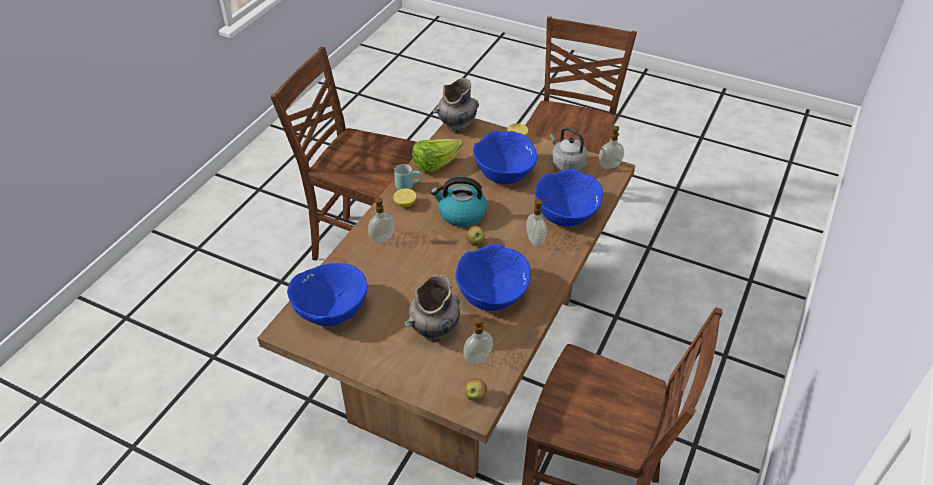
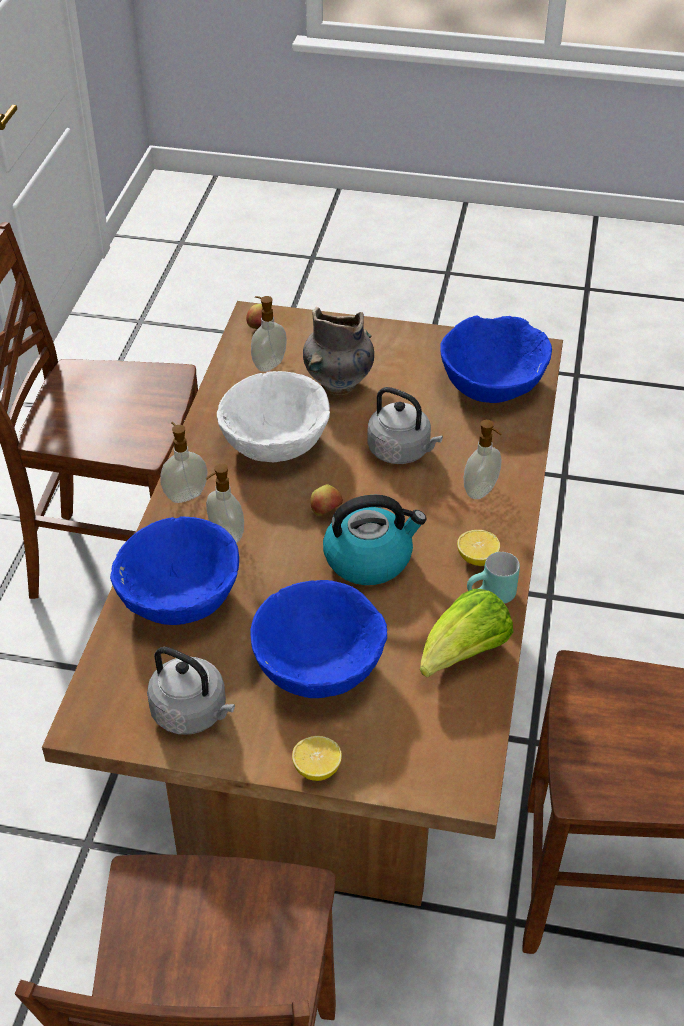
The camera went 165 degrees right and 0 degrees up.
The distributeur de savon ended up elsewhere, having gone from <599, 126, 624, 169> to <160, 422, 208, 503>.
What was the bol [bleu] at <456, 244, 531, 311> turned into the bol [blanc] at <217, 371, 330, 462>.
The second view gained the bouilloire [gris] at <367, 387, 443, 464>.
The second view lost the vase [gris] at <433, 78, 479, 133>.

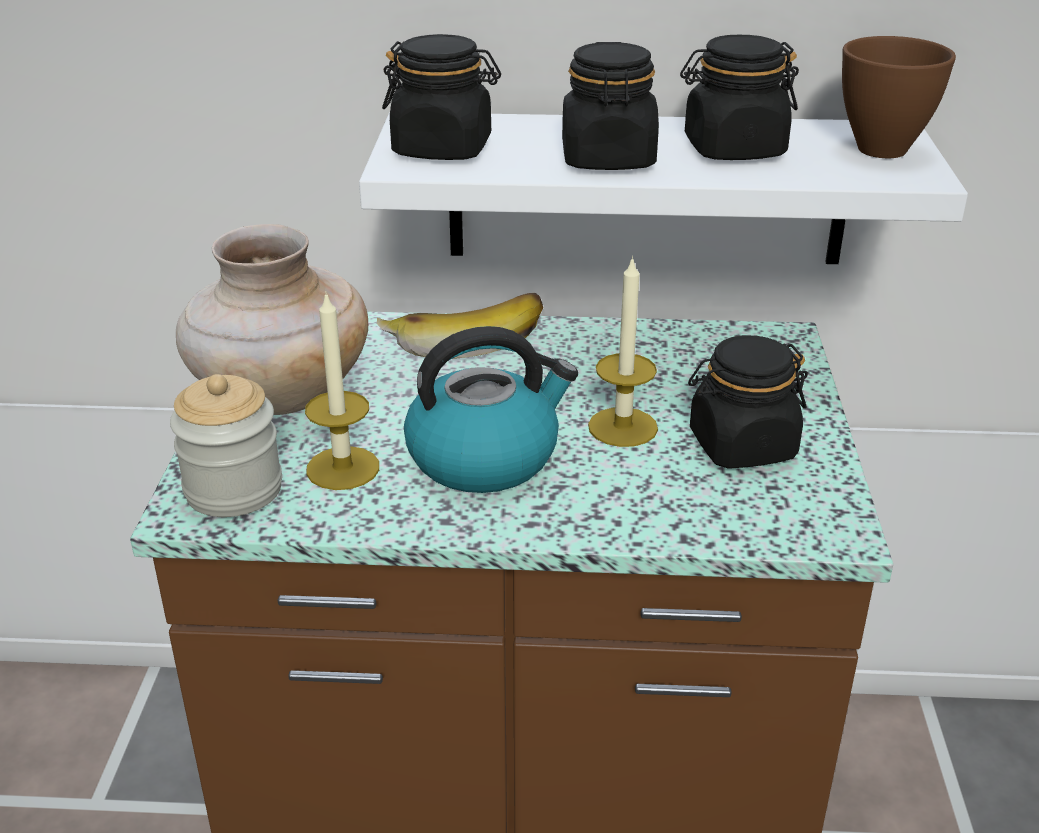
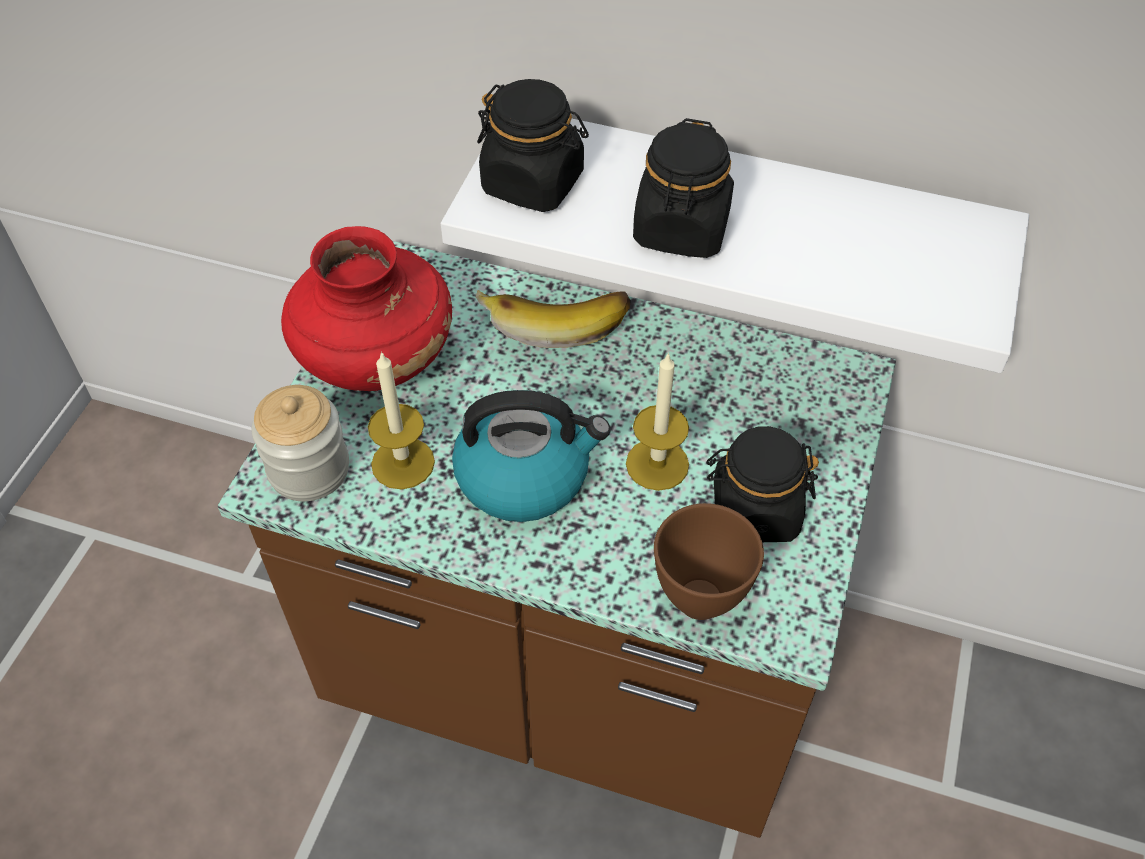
The camera went 15 degrees right and 20 degrees up.
What was the vase [beige] at <176, 224, 368, 415> turned into the vase [rouge] at <281, 226, 452, 391>.
The bol [marron] ended up elsewhere, having gone from <842, 36, 956, 158> to <654, 503, 764, 620>.
The second view lost the bocal [noir] at <680, 35, 799, 160>.

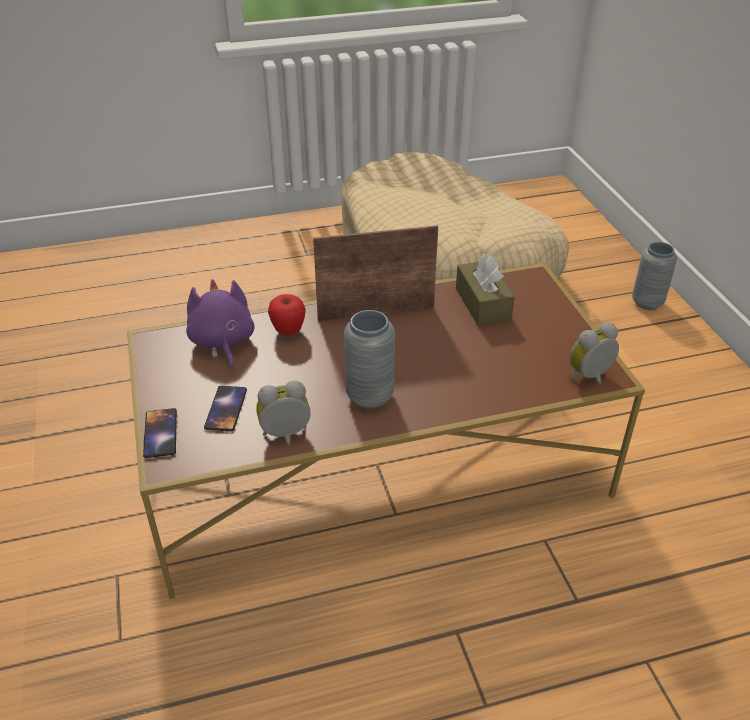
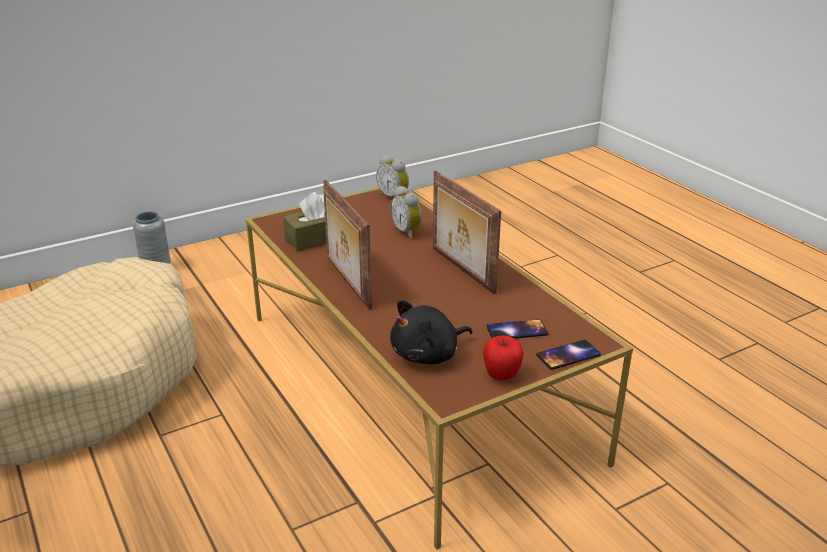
The camera went 105 degrees left and 10 degrees down.
What was the peluche [violet] at <186, 279, 255, 370> turned into the peluche [noir] at <390, 300, 473, 364>.
The réveil ended up elsewhere, having gone from <256, 381, 311, 446> to <391, 186, 422, 240>.
Where the vase [gris] stood at <344, 310, 395, 409>, the cadre photo came to stand at <433, 171, 501, 294>.
The pomme ended up elsewhere, having gone from <268, 294, 306, 335> to <483, 335, 524, 381>.

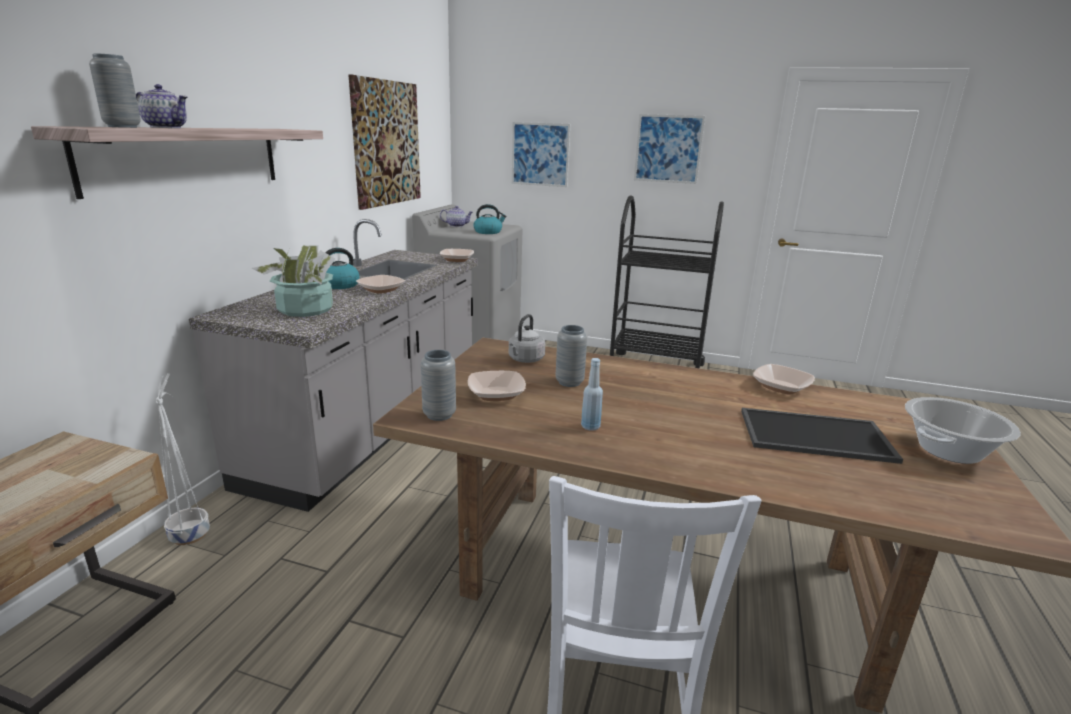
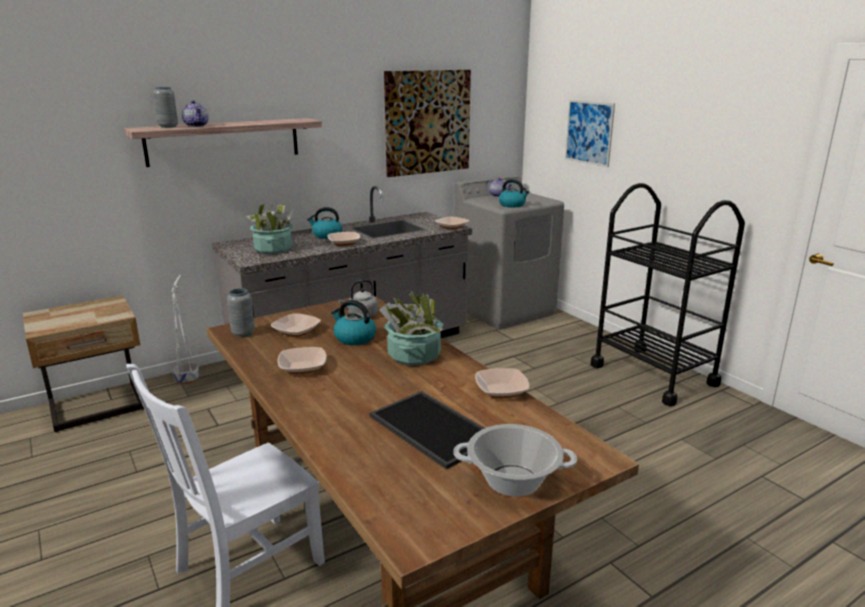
The camera went 40 degrees right and 0 degrees up.
Where the bouteille [bleu] stood at <581, 358, 603, 431>, the bol came to stand at <277, 347, 327, 374>.
Where the vase [gris] stood at <555, 325, 587, 387>, the bouilloire came to stand at <331, 300, 376, 345>.
The second view gained the plante en pot at <379, 292, 445, 366>.
The second view lost the tableau at <634, 114, 705, 184>.

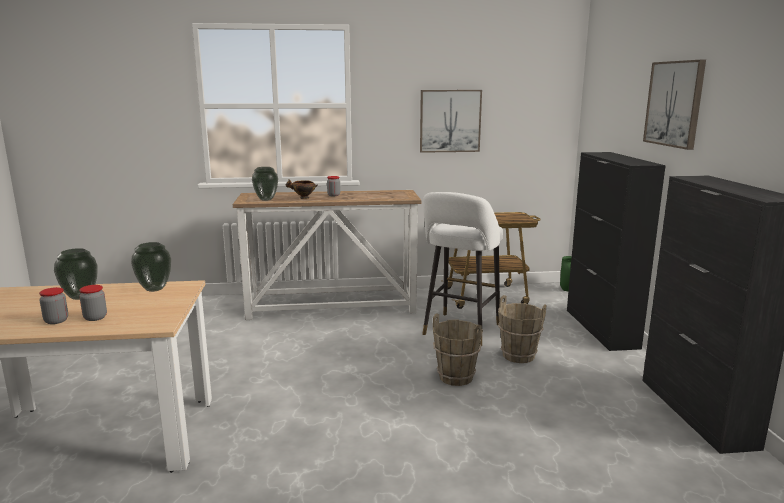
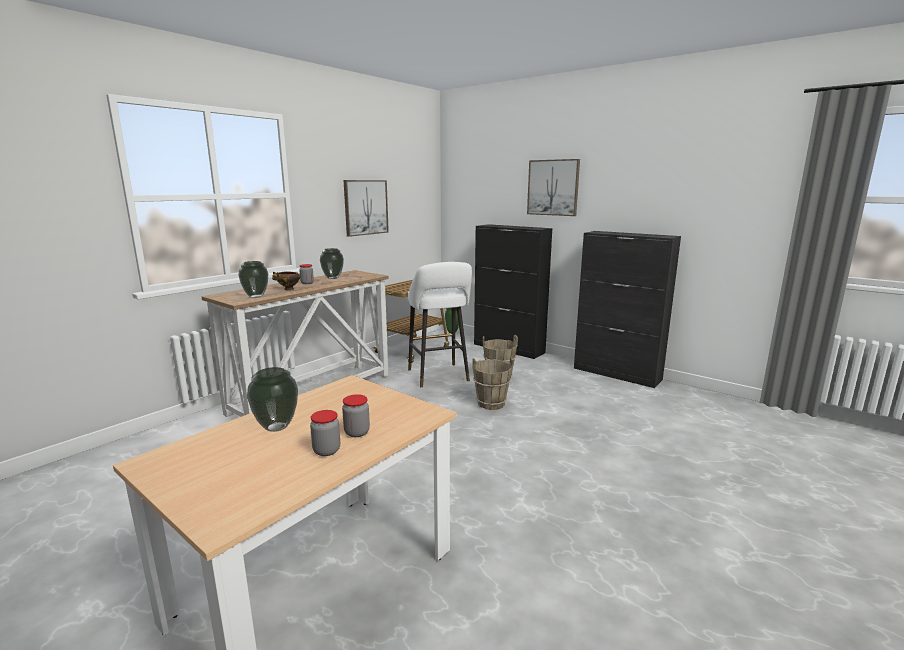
The camera went 45 degrees left and 0 degrees up.
The vase ended up elsewhere, having gone from <131, 242, 171, 292> to <320, 248, 344, 279>.

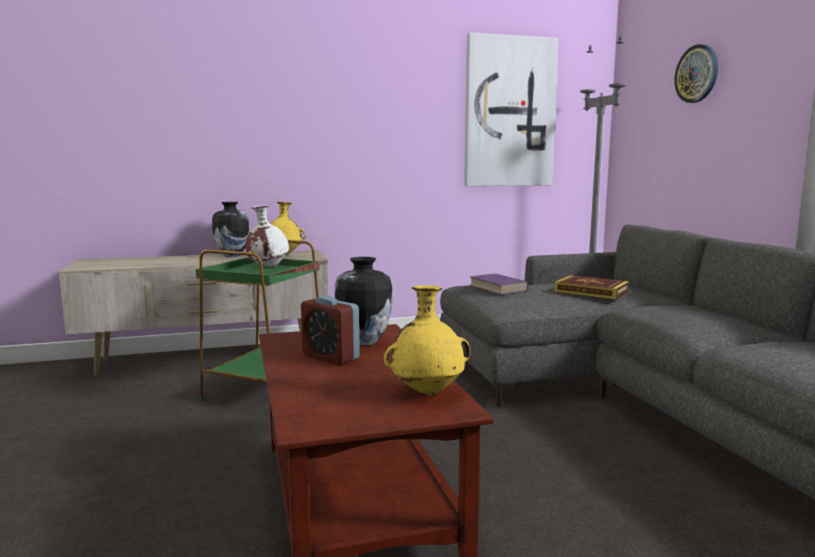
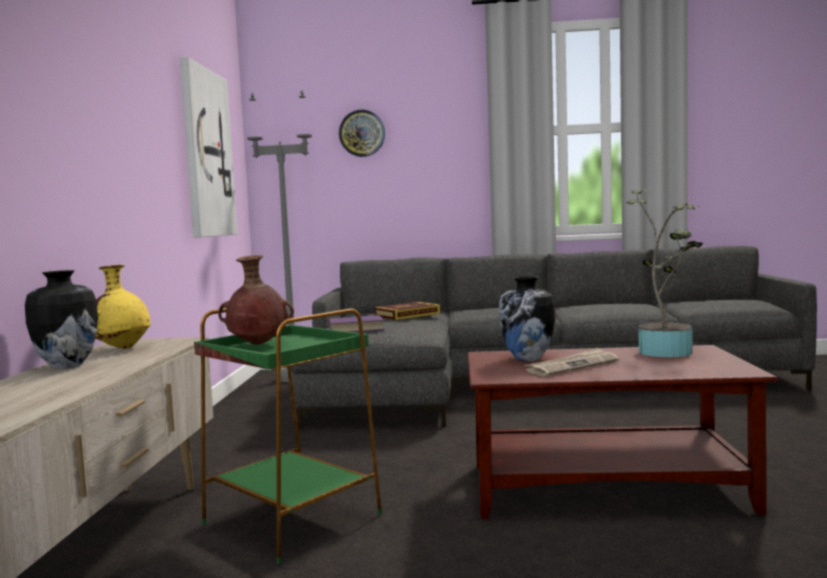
The camera went 70 degrees left and 5 degrees down.
What was the vase [blanc] at <246, 205, 289, 267> turned into the vase [marron] at <218, 255, 294, 344>.
Where the réveil stood at <301, 296, 360, 365>, the journal came to stand at <524, 348, 619, 377>.
Where the vase [jaune] stood at <384, 285, 471, 395>, the plante en pot came to stand at <626, 189, 703, 357>.

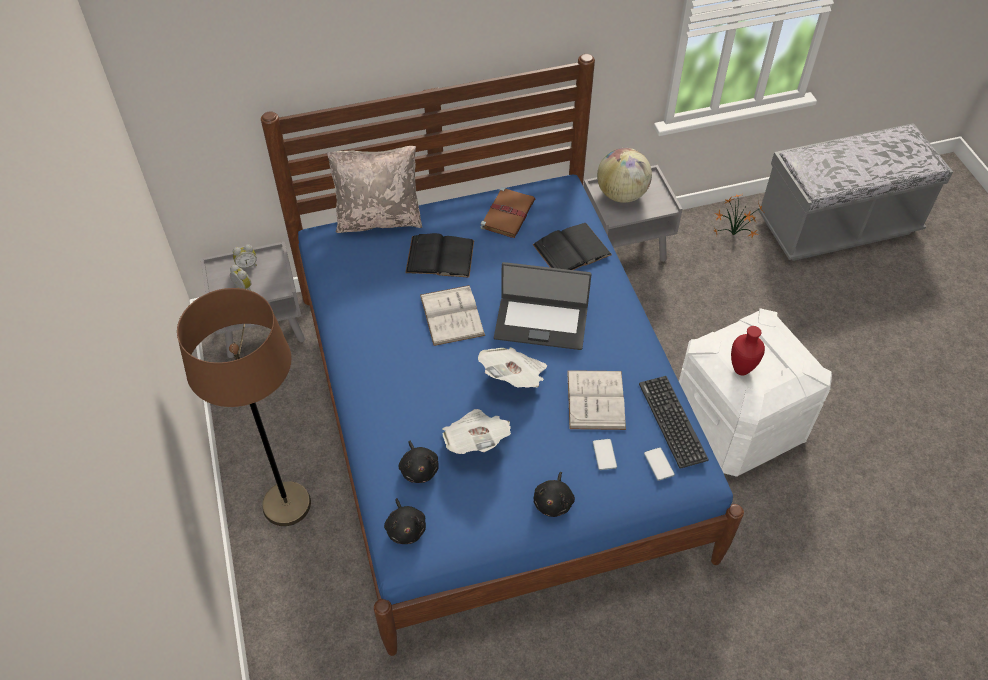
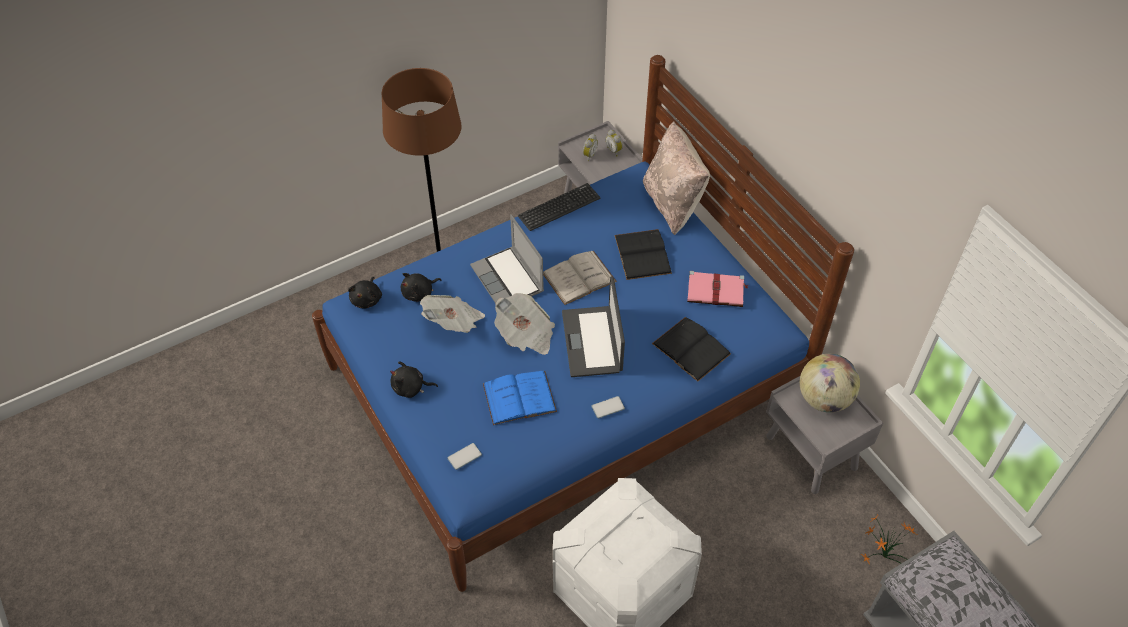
The camera went 75 degrees right and 0 degrees up.
The peluche [noir] at <384, 498, 426, 544> ended up facing another way, 45 degrees counterclockwise from before.
The second view gained the ordinateur portable at <470, 214, 544, 304>.
What was the livre [blanc] at <567, 370, 626, 430> turned into the livre [bleu] at <483, 371, 557, 425>.
The clavier ended up elsewhere, having gone from <639, 376, 708, 469> to <518, 183, 600, 231>.
The téléphone ended up elsewhere, having gone from <593, 439, 617, 470> to <591, 396, 625, 418>.
What was the livre [marron] at <480, 187, 535, 238> turned into the livre [rose] at <687, 271, 749, 307>.
The second view lost the vase [rouge] at <731, 326, 765, 376>.

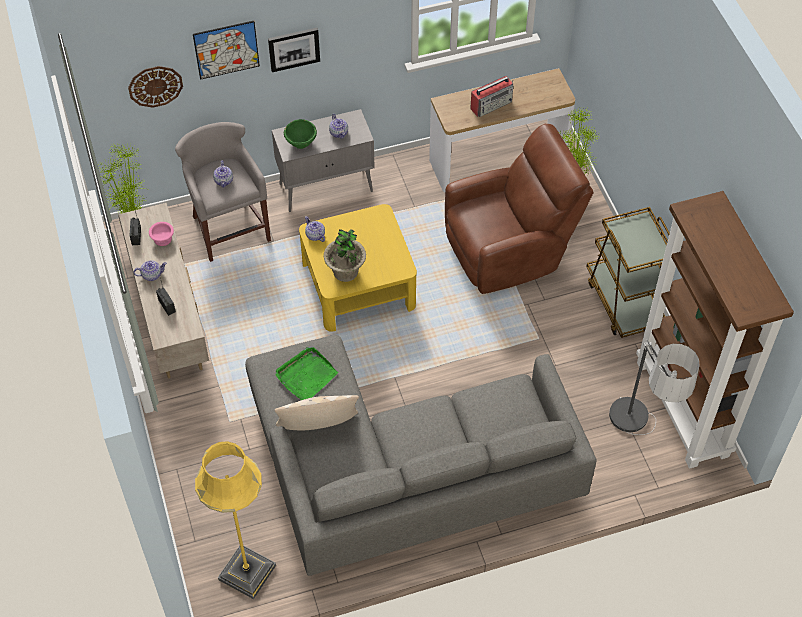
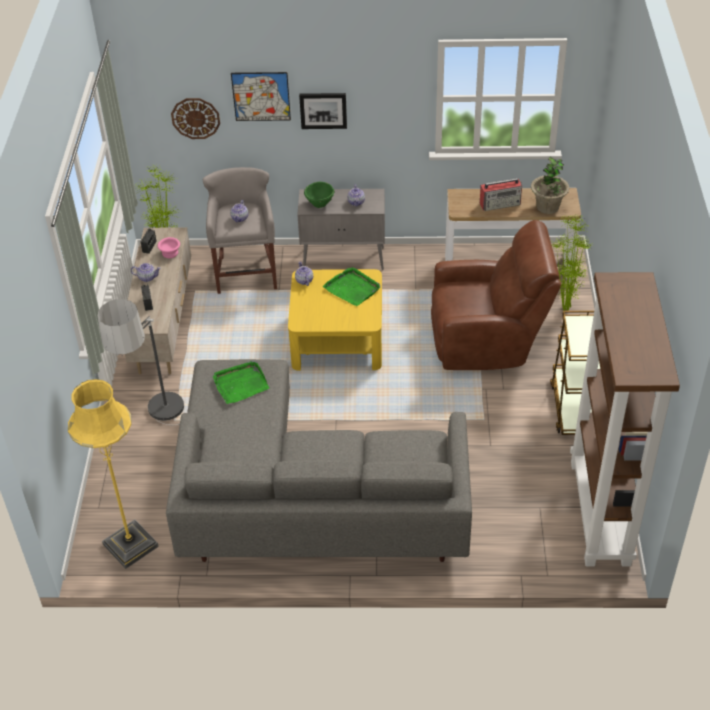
The camera went 20 degrees right and 10 degrees down.
The lampadaire ended up elsewhere, having gone from <609, 339, 700, 435> to <98, 299, 184, 425>.
The second view gained the plateau [vert] at <323, 267, 380, 306>.
The plante en pot ended up elsewhere, having gone from <323, 229, 366, 282> to <531, 156, 570, 214>.
The second view lost the coussin [beige] at <274, 395, 359, 430>.

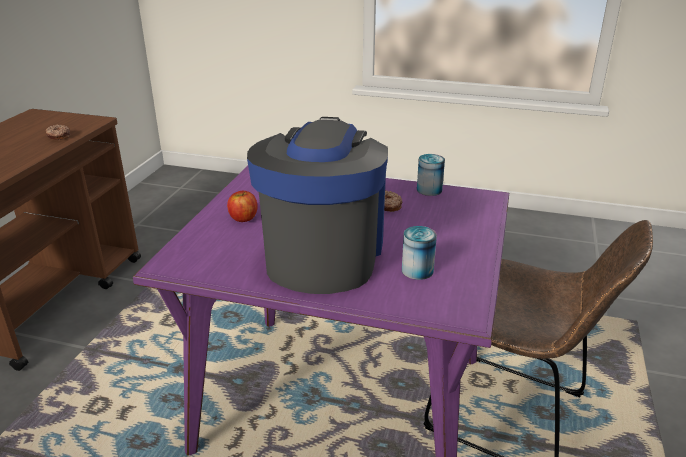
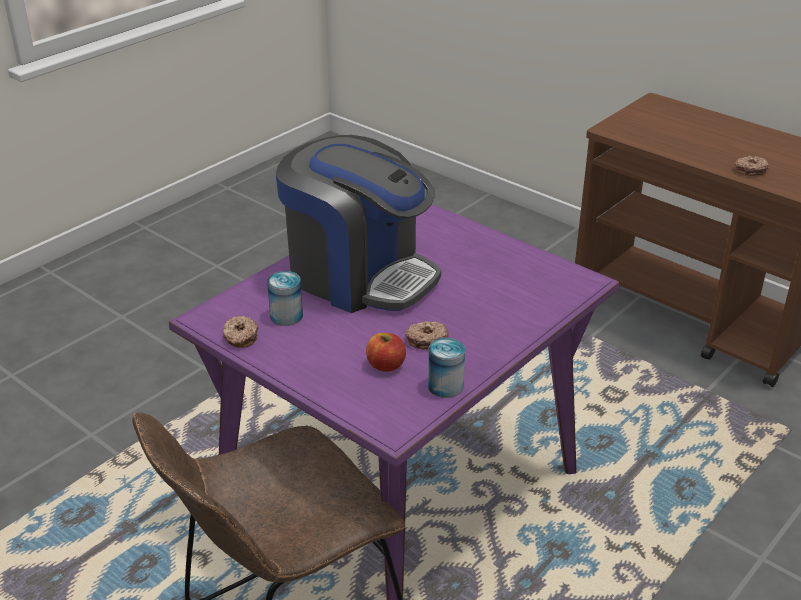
The camera went 115 degrees right and 5 degrees up.
The second view gained the beignet at <223, 316, 258, 348>.
The pomme ended up elsewhere, having gone from <227, 191, 258, 222> to <366, 333, 406, 372>.

